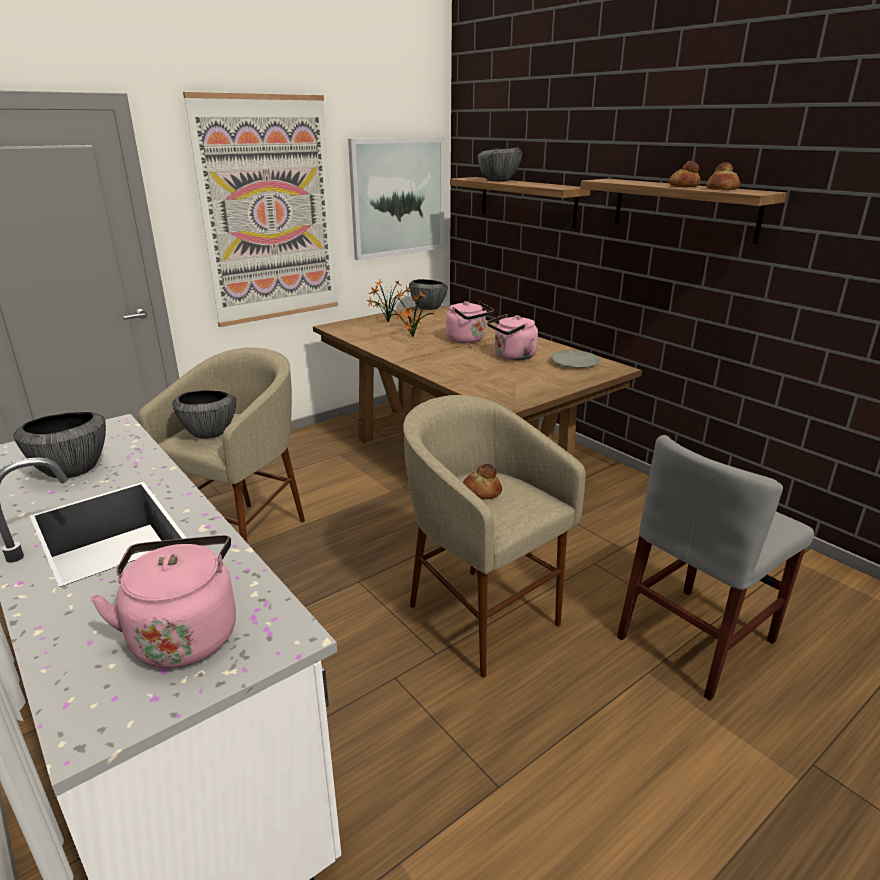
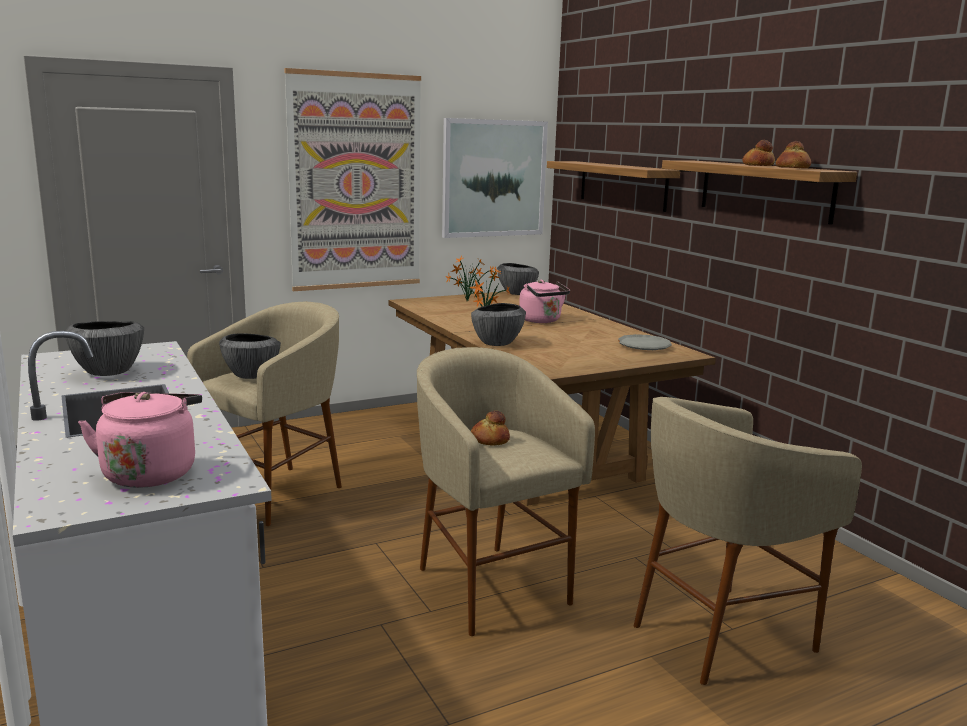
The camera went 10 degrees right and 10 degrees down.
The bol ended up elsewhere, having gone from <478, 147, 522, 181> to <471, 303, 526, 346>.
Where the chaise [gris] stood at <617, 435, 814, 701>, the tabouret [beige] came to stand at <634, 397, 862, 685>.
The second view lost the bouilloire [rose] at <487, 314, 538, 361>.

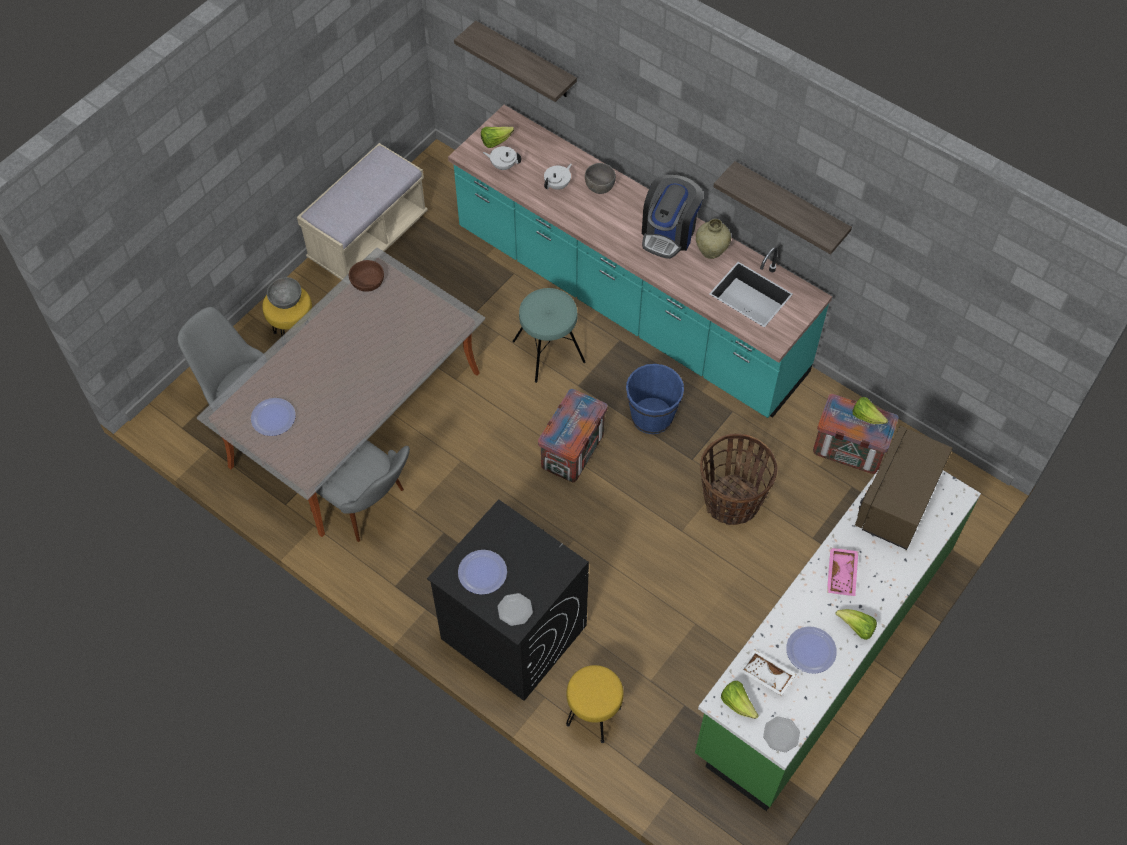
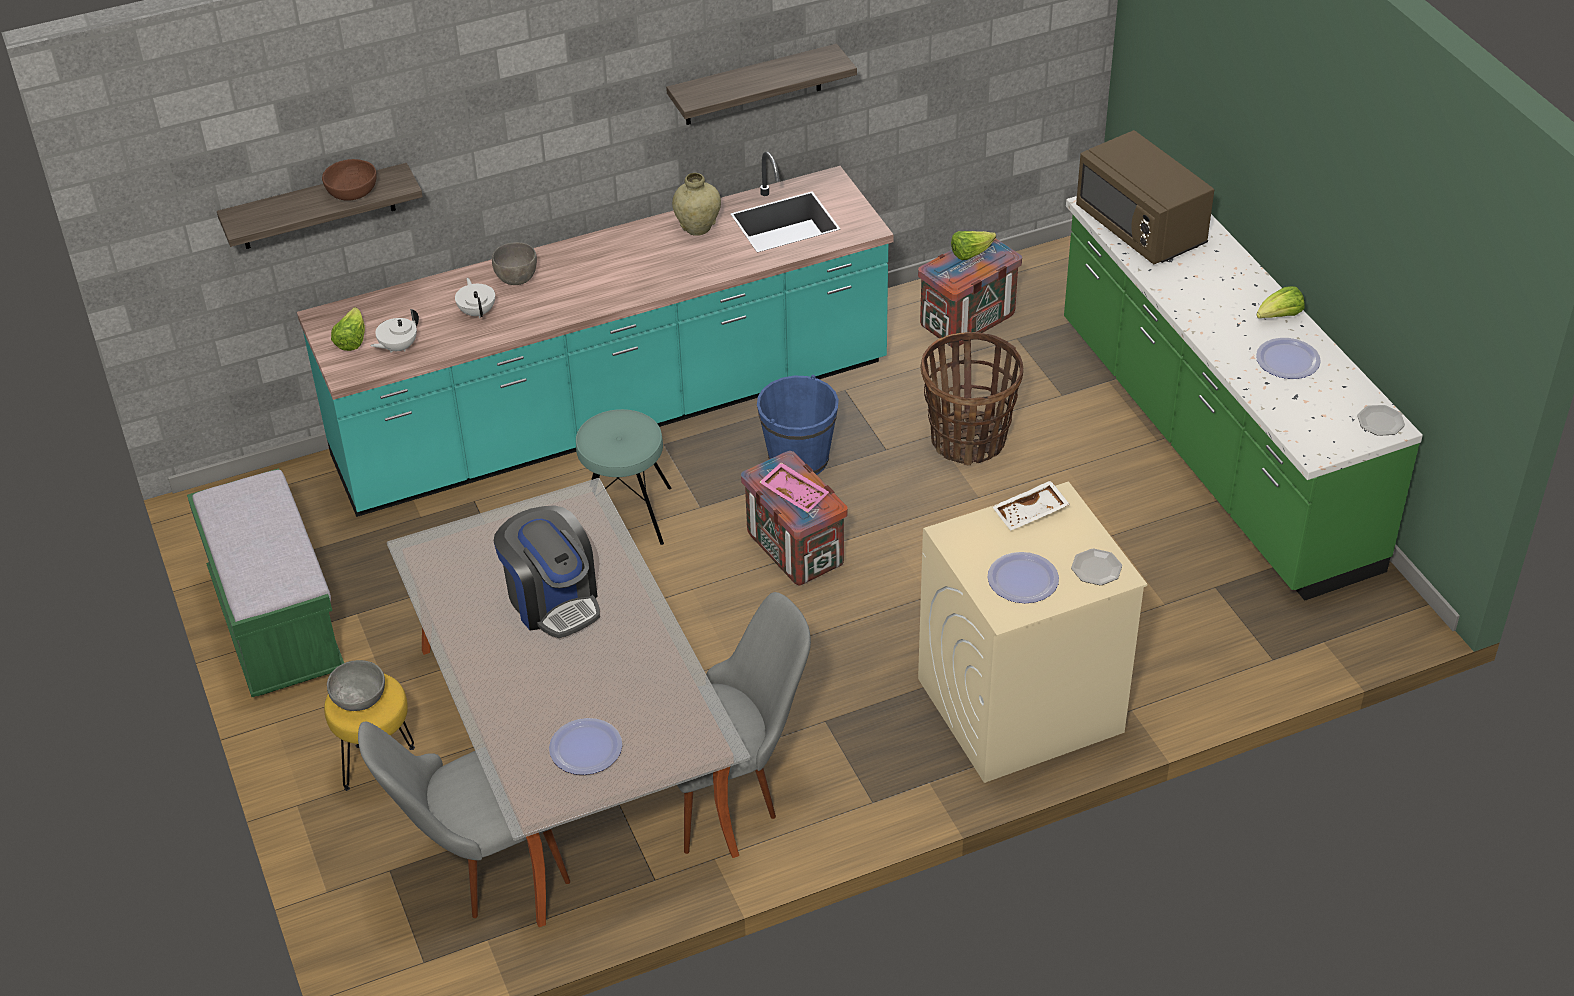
The camera went 60 degrees left and 15 degrees down.
What was the banc [beige] at <297, 143, 428, 280> turned into the banc [vert] at <187, 468, 344, 697>.
The bol [marron] ended up elsewhere, having gone from <349, 260, 384, 292> to <322, 159, 377, 201>.
The machine à café ended up elsewhere, having gone from <642, 175, 704, 259> to <494, 505, 600, 638>.
The plateau [rose] ended up elsewhere, having gone from <827, 548, 858, 596> to <759, 462, 829, 513>.
What was the lave-linge [noir] at <427, 500, 589, 701> turned into the lave-linge [beige] at <918, 482, 1147, 783>.
The plateau [blanc] ended up elsewhere, having gone from <739, 650, 797, 696> to <992, 480, 1070, 530>.
The second view lost the tabouret [jaune] at <566, 665, 624, 743>.
The second view lost the laitue at <721, 681, 759, 719>.

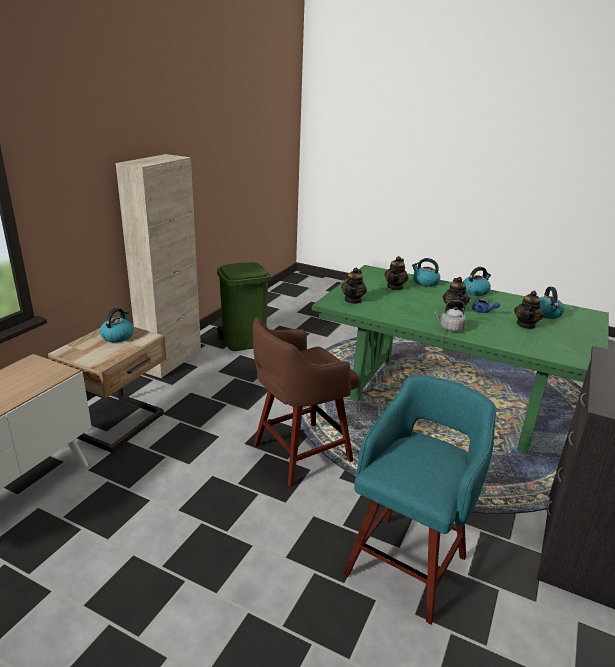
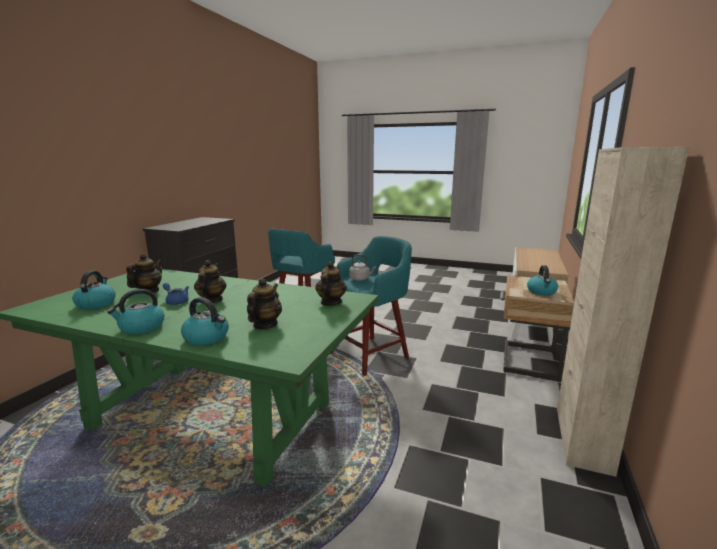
The camera went 175 degrees right and 10 degrees down.
What was the tabouret [marron] at <253, 317, 360, 487> turned into the tabouret [turquoise] at <330, 236, 412, 376>.
The bouilloire [gris] ended up elsewhere, having gone from <434, 300, 466, 332> to <349, 255, 376, 281>.
The second view lost the poubelle [vert] at <217, 262, 271, 351>.

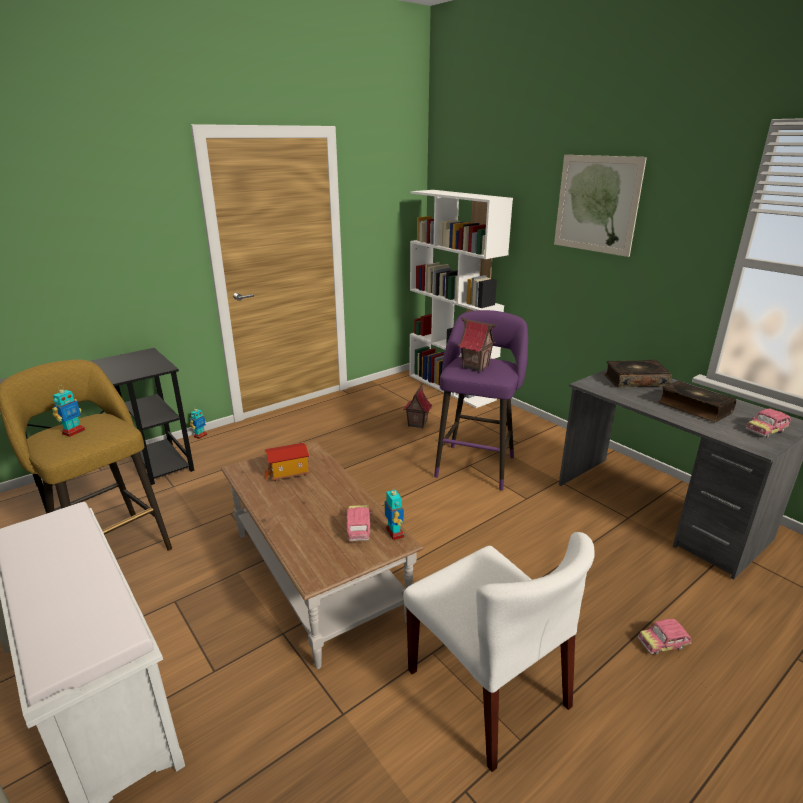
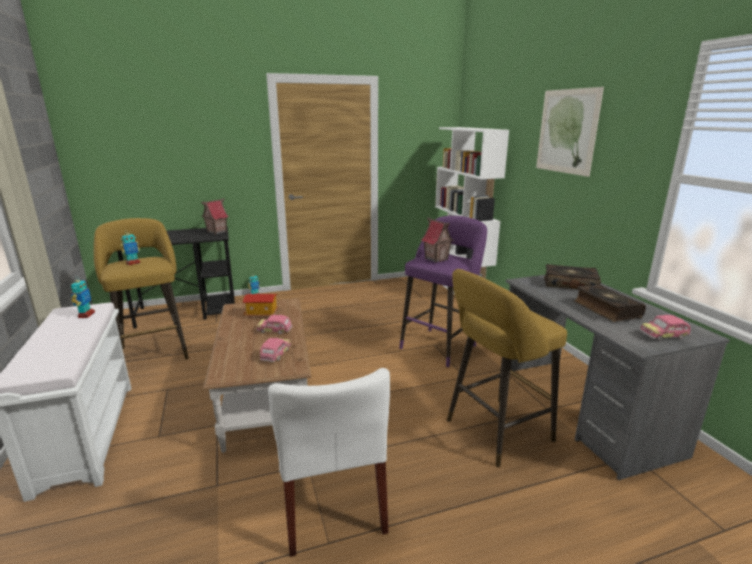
The camera went 20 degrees right and 5 degrees down.
The robot jouet ended up elsewhere, having gone from <384, 486, 405, 540> to <71, 276, 95, 318>.
The maison miniature ended up elsewhere, having gone from <404, 384, 432, 428> to <201, 198, 229, 235>.
The petite voiture ended up elsewhere, having gone from <638, 619, 692, 654> to <257, 315, 293, 334>.
The second view gained the tabouret [jaune] at <447, 269, 567, 467>.

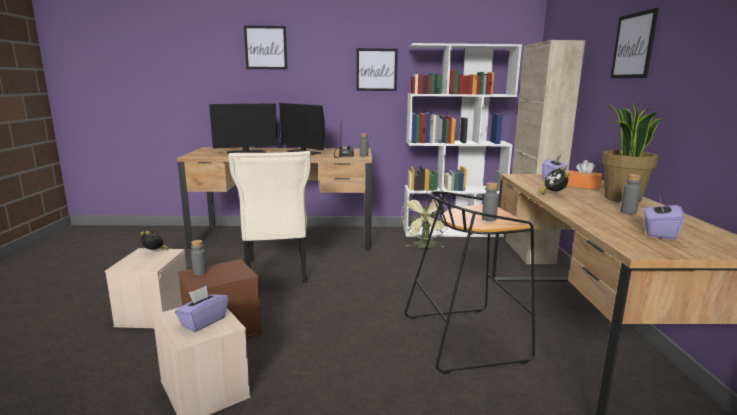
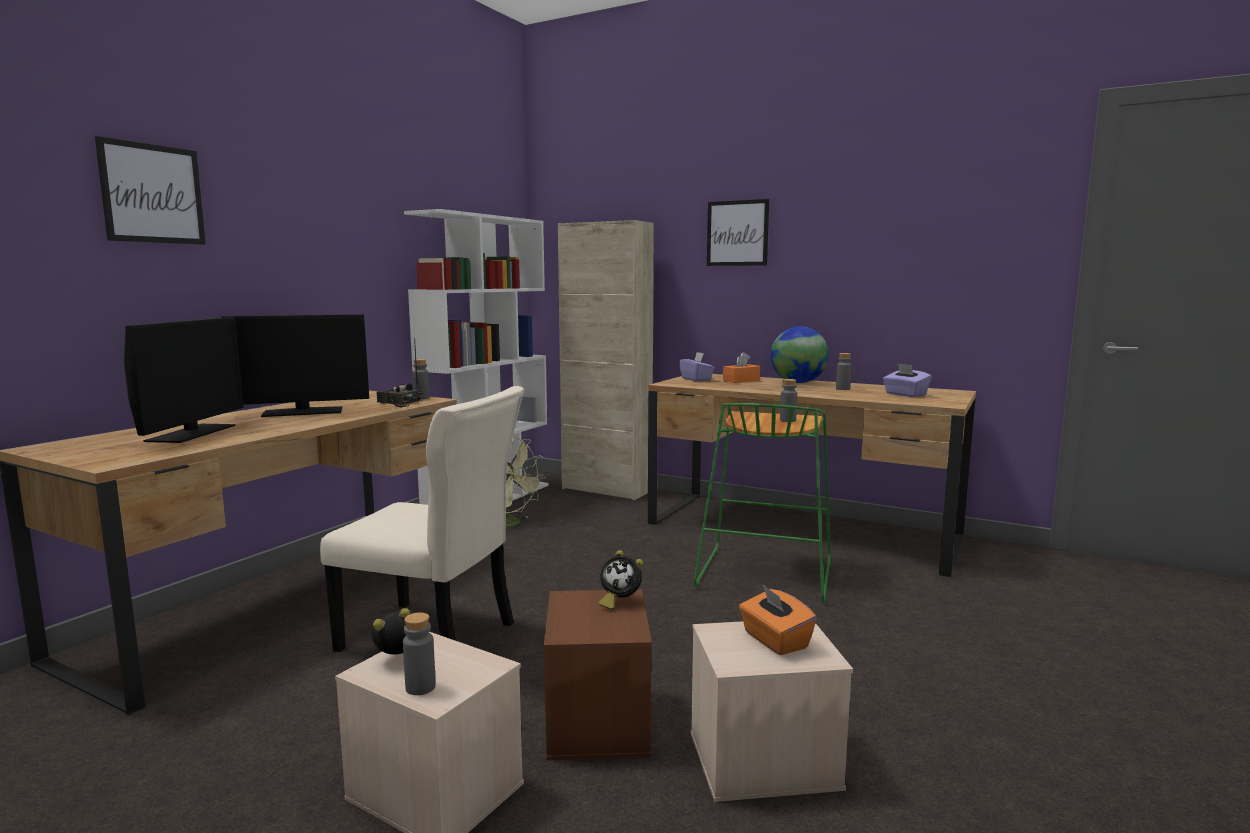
The camera went 60 degrees left and 5 degrees down.
The bouteille [gris] ended up elsewhere, having gone from <191, 240, 207, 276> to <403, 612, 436, 695>.
The réveil ended up elsewhere, having gone from <538, 167, 570, 195> to <599, 550, 643, 610>.
What was the tabouret [noir] at <405, 191, 535, 374> turned into the tabouret [vert] at <694, 403, 830, 603>.
What was the boîte à mouchoirs [violet] at <175, 286, 228, 332> turned into the boîte à mouchoirs [orange] at <739, 585, 817, 655>.
Where the plante en pot stood at <602, 102, 662, 202>, the globe came to stand at <771, 326, 829, 383>.
The second view lost the tableau at <356, 48, 398, 91>.

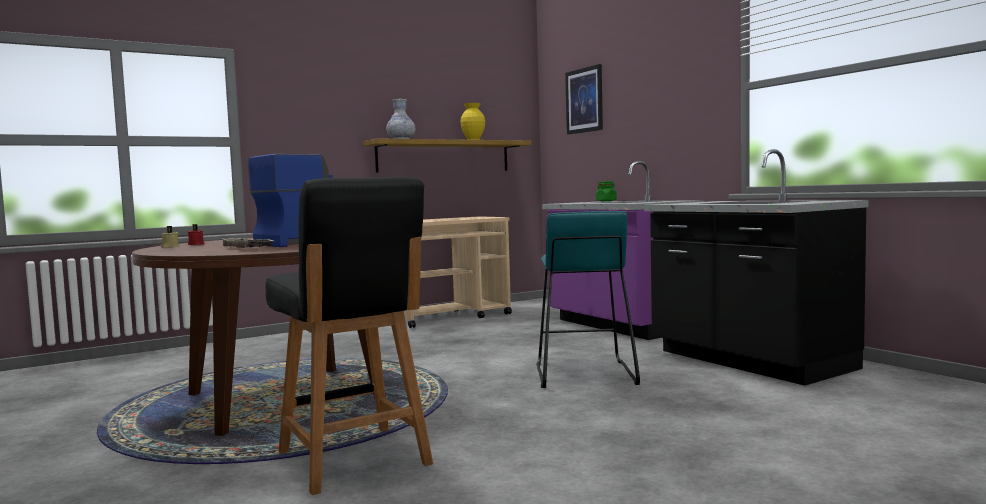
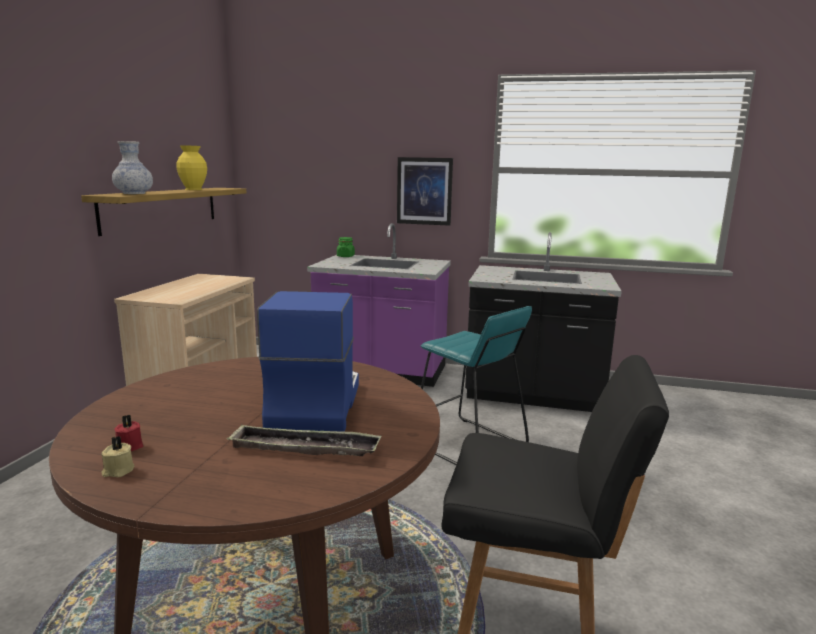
The camera went 45 degrees left and 10 degrees up.
The tableau ended up elsewhere, having gone from <565, 64, 603, 135> to <397, 157, 453, 226>.

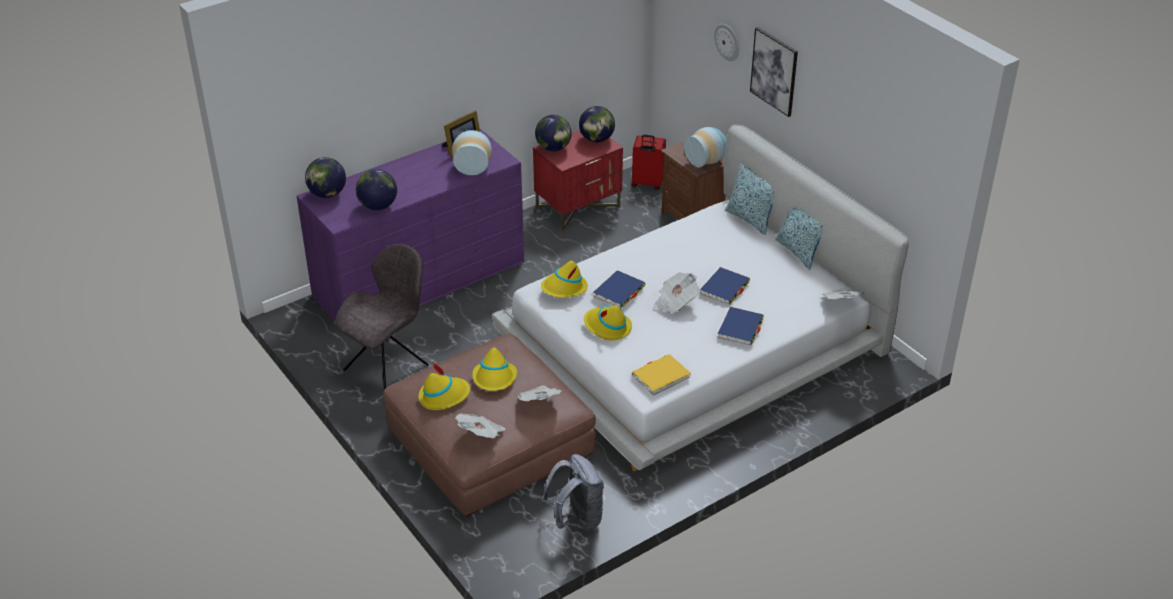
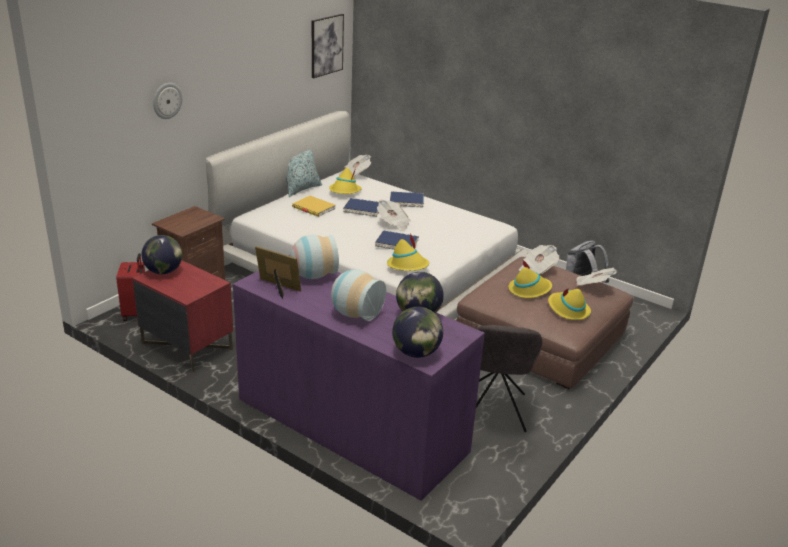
The camera went 110 degrees left and 10 degrees down.
The livre [jaune] ended up elsewhere, having gone from <632, 354, 691, 395> to <292, 196, 335, 217>.
The tableau ended up elsewhere, having gone from <750, 27, 798, 117> to <312, 14, 344, 78>.
The chapeau [jaune] ended up elsewhere, having gone from <584, 306, 632, 341> to <329, 168, 362, 194>.
The vase ended up elsewhere, having gone from <684, 127, 726, 168> to <331, 270, 386, 321>.
The chaise [gris] at <335, 244, 429, 390> ended up facing another way, 105 degrees counterclockwise from before.
The second view lost the globe at <535, 115, 572, 151>.
The second view lost the coussin at <725, 163, 774, 235>.

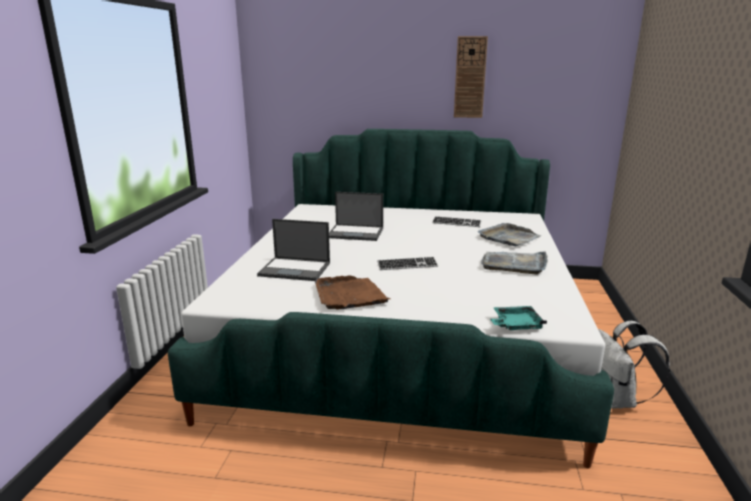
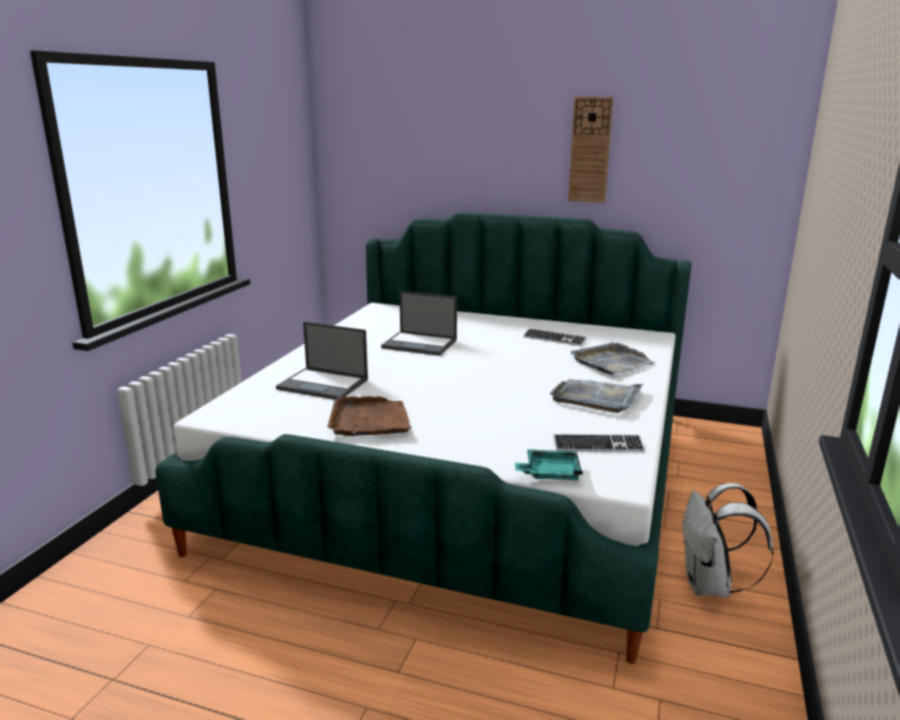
The camera went 10 degrees right and 0 degrees up.
The clavier ended up elsewhere, having gone from <377, 257, 438, 270> to <554, 434, 645, 452>.

